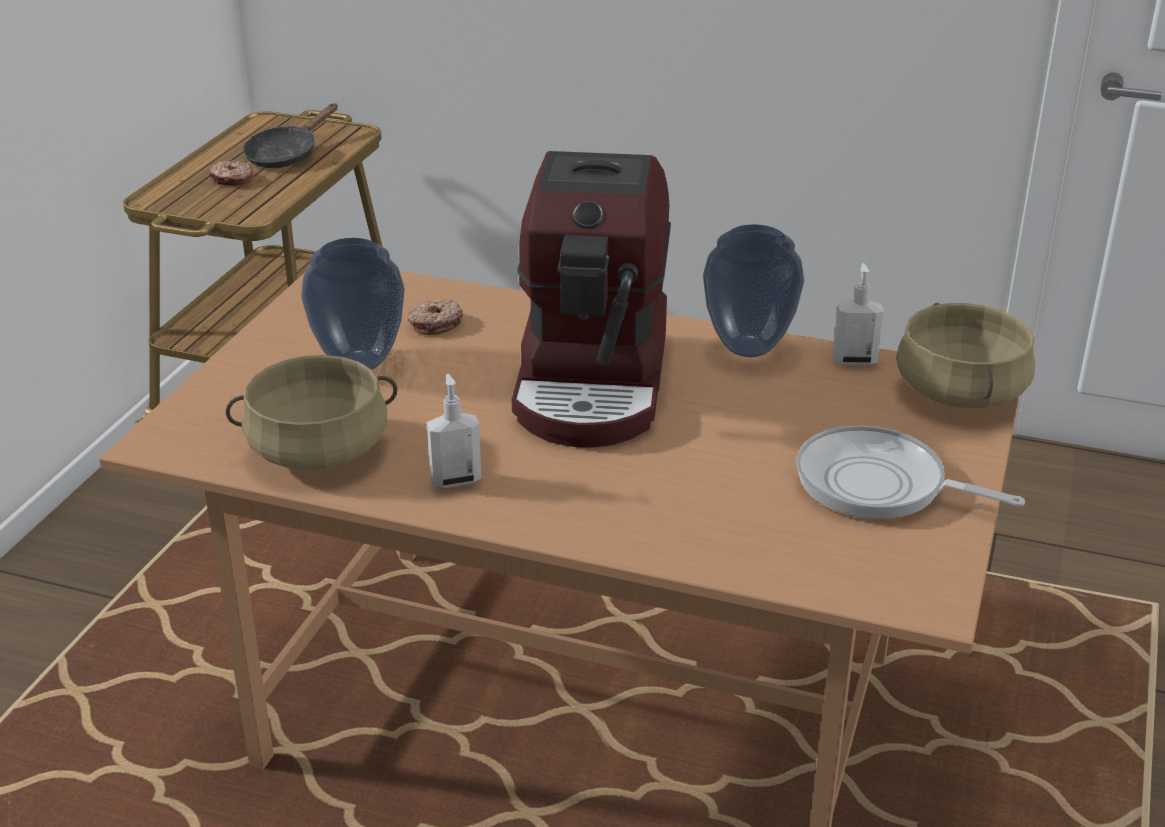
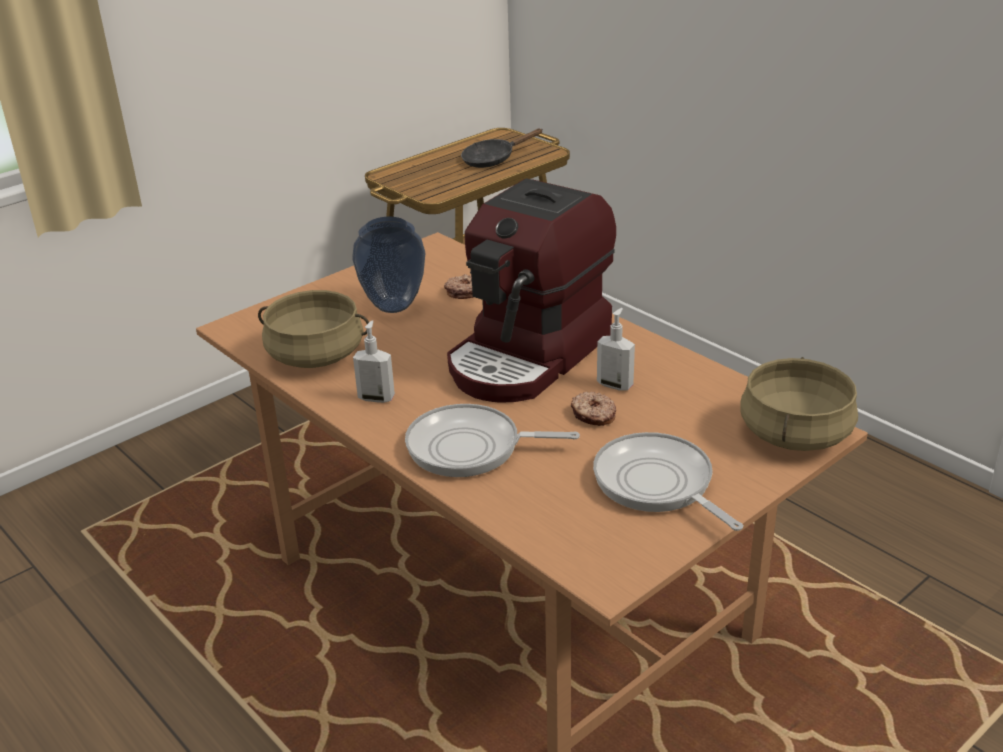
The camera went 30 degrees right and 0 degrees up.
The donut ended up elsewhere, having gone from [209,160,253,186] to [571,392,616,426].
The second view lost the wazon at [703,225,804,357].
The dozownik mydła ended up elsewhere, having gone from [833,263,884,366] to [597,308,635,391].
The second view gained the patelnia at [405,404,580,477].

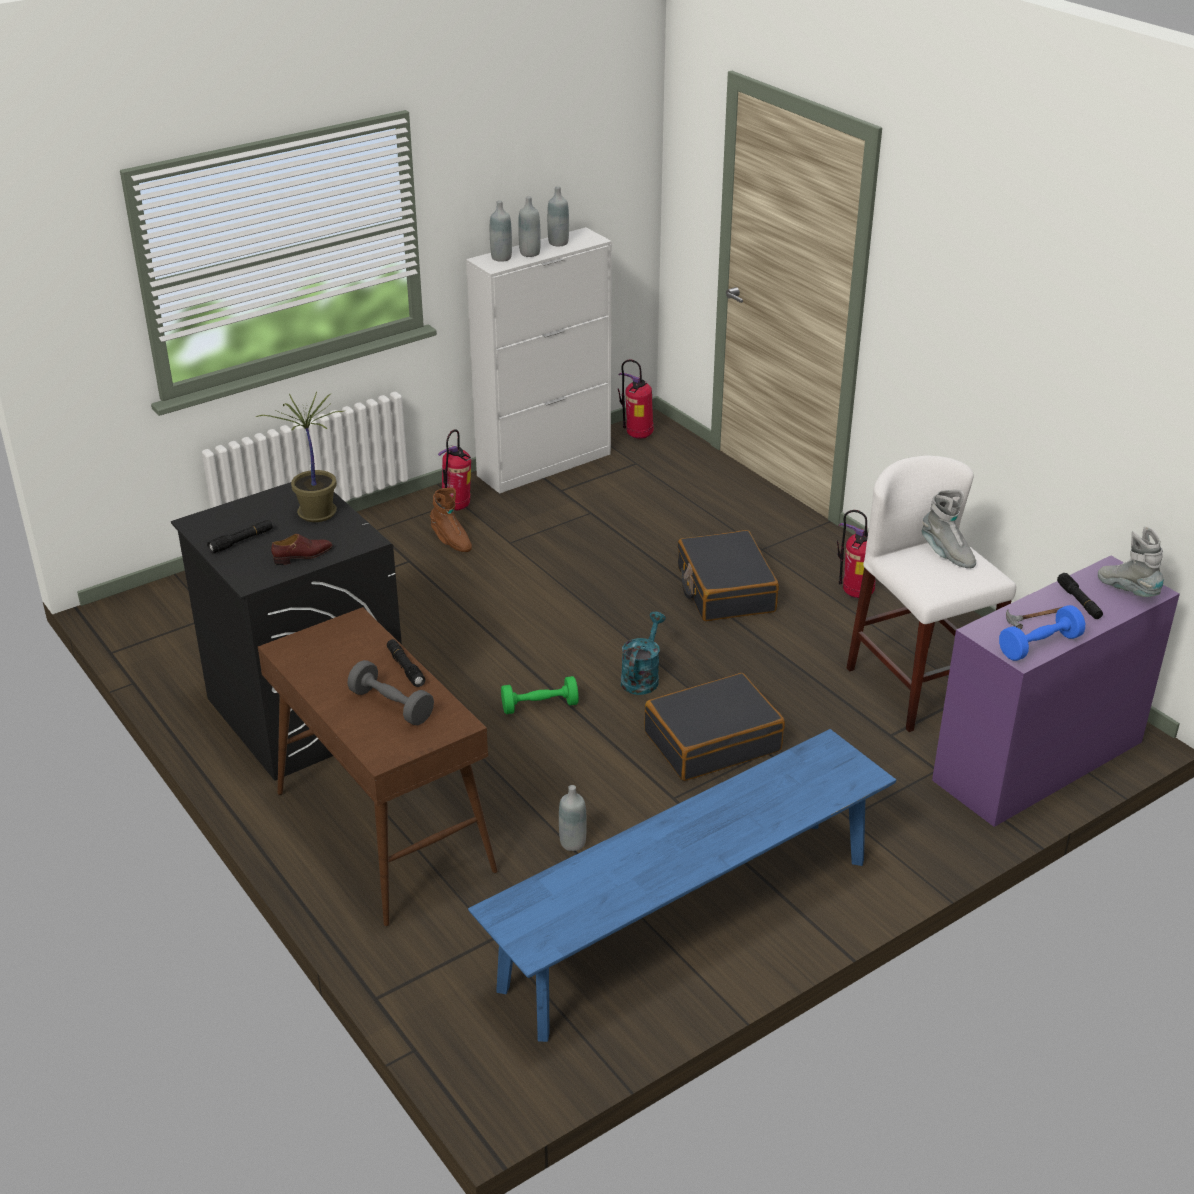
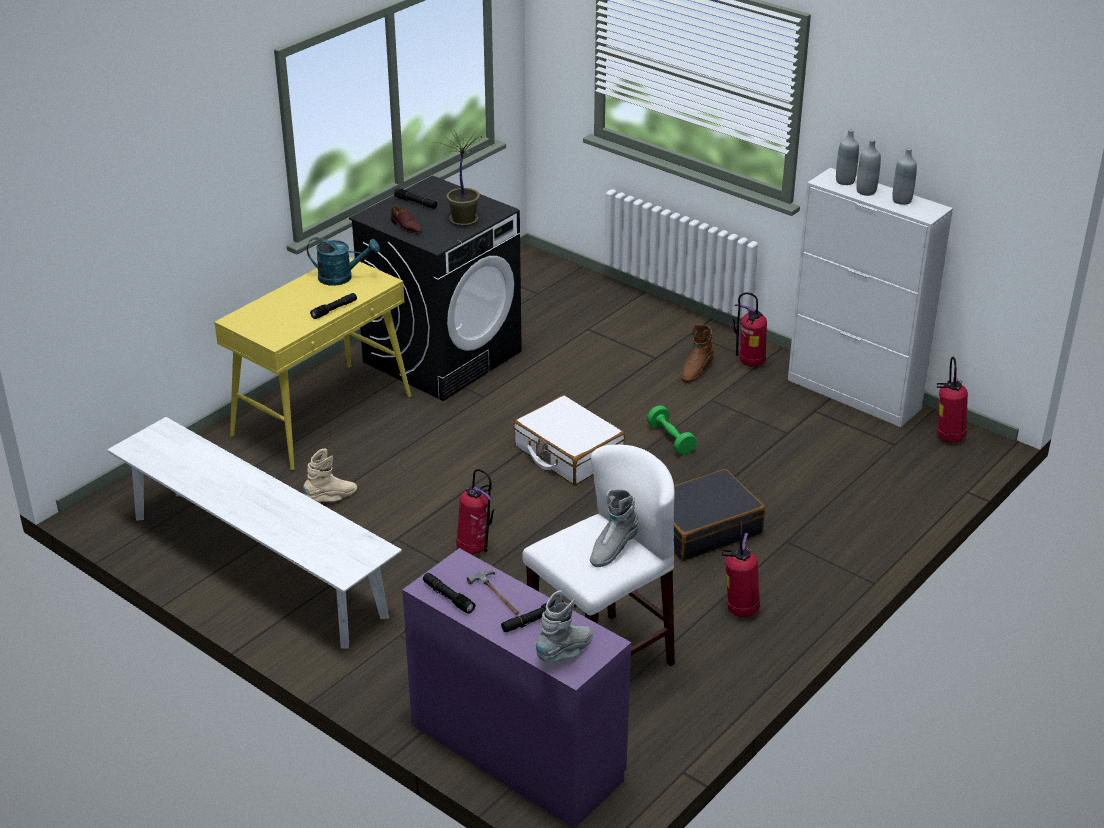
The camera went 75 degrees right and 0 degrees up.
Where the hantel [niebieski] stood at [999,605,1085,661], the latarka [czarny] came to stand at [423,573,475,614].
What was the stolik konsolowy [brązowy] at [258,607,498,926] turned into the stolik konsolowy [żółty] at [214,257,411,471].
The konewka [turkusowy] ended up elsewhere, having gone from [621,612,666,695] to [307,237,380,286].
The second view lost the hantel [szary] at [347,660,434,725].
Where the walizka [czarny] stood at [644,673,785,781], the gaśnica came to stand at [456,469,494,555].
The hantel [zielony] ended up elsewhere, having gone from [501,676,579,714] to [647,405,697,455].
What was the ławka [niebieski] at [468,729,896,1042] turned into the ławka [biały] at [107,417,402,648].
Where the butelka [szary] stood at [559,785,587,851], the but z cholewką [beżowy] came to stand at [303,449,357,502].
The second view gained the walizka [biały] at [514,395,625,485].

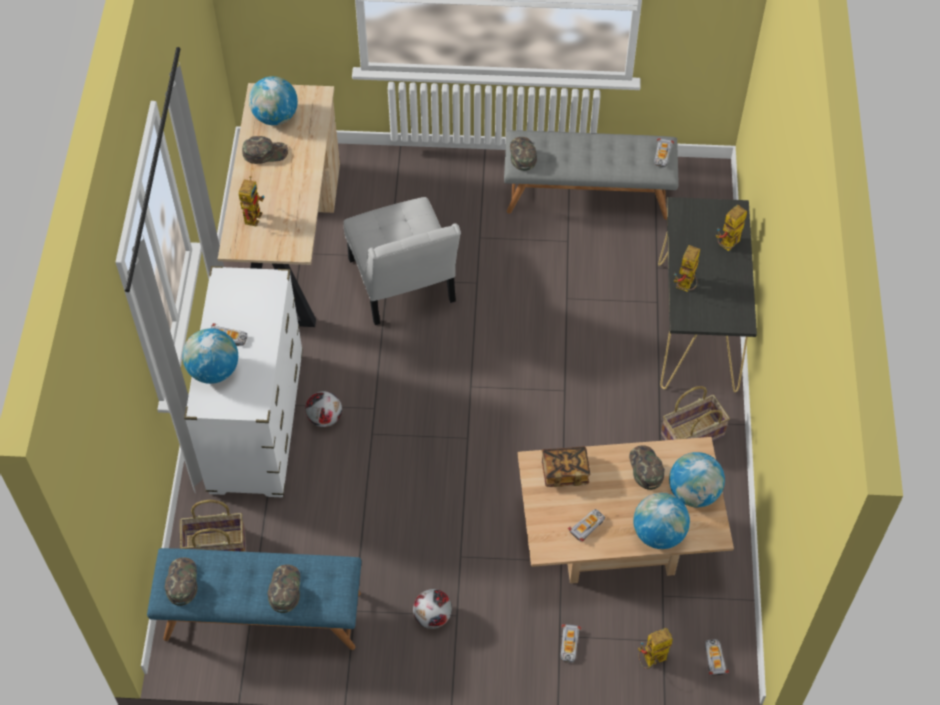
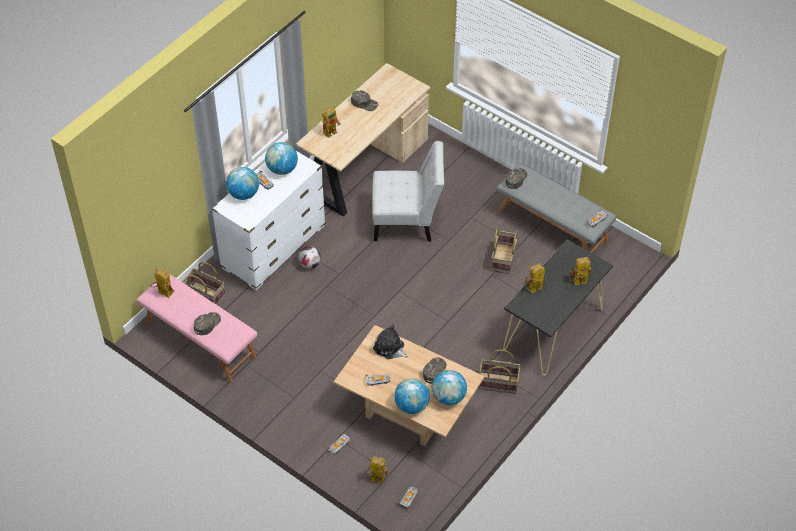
The camera went 35 degrees right and 5 degrees down.
The globus ended up elsewhere, having gone from [249,76,298,125] to [265,142,298,175].
The krzesło [biały] at [343,197,461,325] ended up facing another way, 105 degrees counterclockwise from before.
Where the książka stood at [542,446,590,487], the pluszak came to stand at [373,324,409,359].
What was the ławka [niebieski] at [147,548,362,650] turned into the ławka [różowy] at [137,274,257,383].
Where the czapka z daszkiem [zielony] stood at [165,557,197,606], the robot zabawkowy came to stand at [150,268,175,298].
The second view lost the piłka futbolowa at [413,589,452,629].
The second view gained the koszyk at [491,227,518,274].

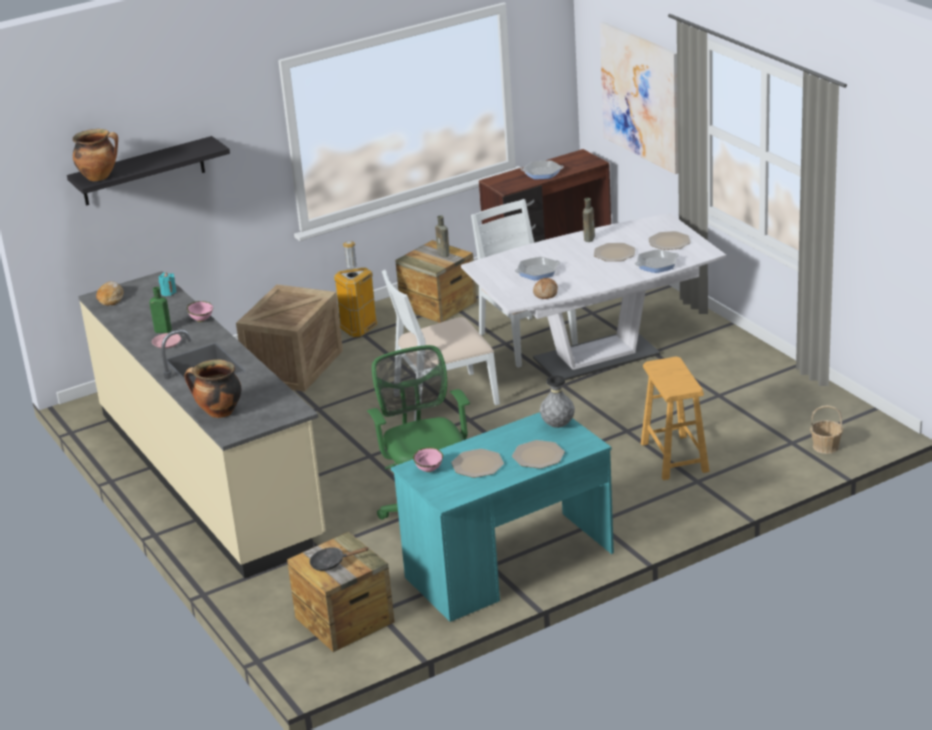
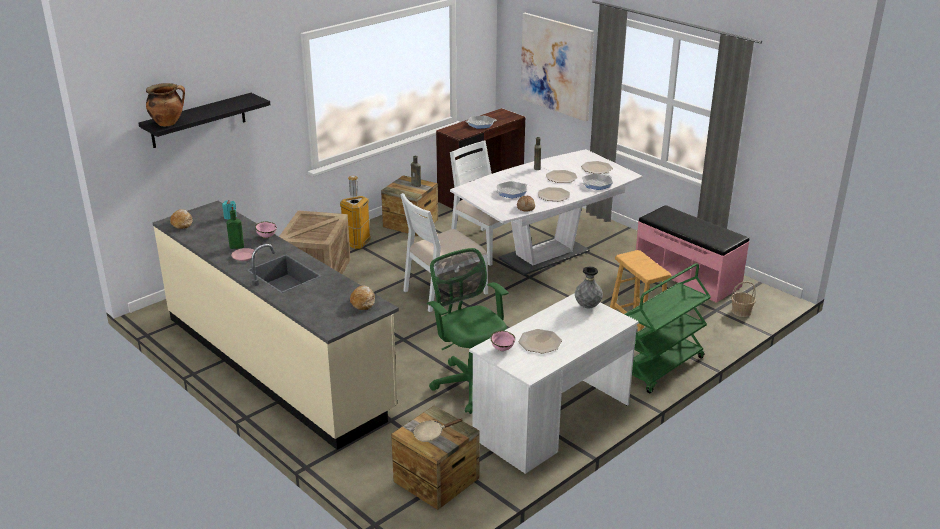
The camera went 15 degrees left and 0 degrees up.
The second view lost the garnek at [184,359,241,418].
What was the biurko [turkusowy] at [391,412,614,622] turned into the biurko [biały] at [469,293,639,474].
The talerz ended up elsewhere, having gone from [512,440,565,469] to [538,187,570,201].
What was the patelnia [czarny] at [310,547,368,571] turned into the patelnia [beżowy] at [413,418,463,442].
The second view gained the ławka [różowy] at [636,205,749,303].
The second view gained the wózek [zielony] at [625,263,711,393].
The second view gained the chleb at [350,285,375,310].

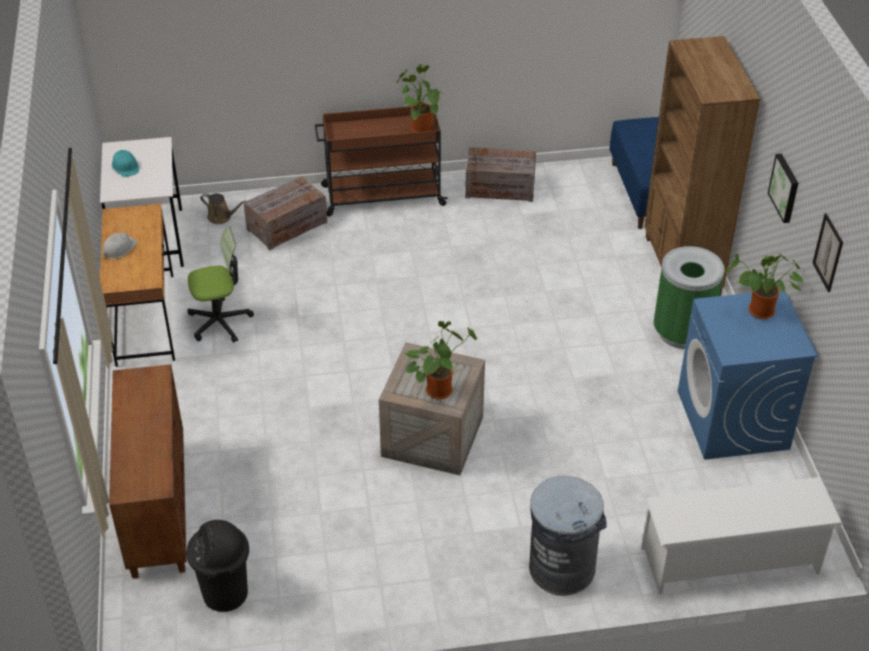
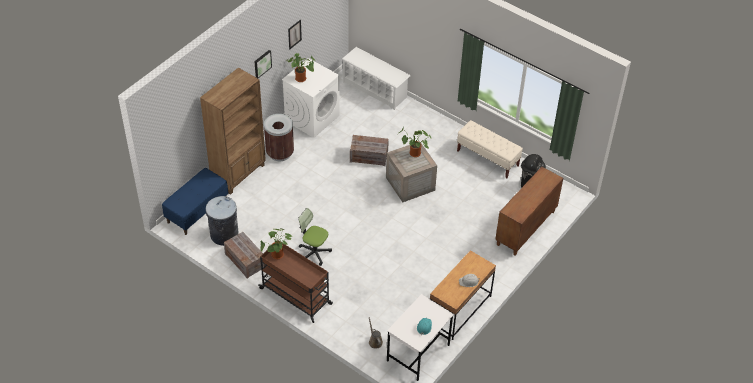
The camera went 135 degrees left and 5 degrees up.
The skrzynka ended up elsewhere, having gone from [244,176,328,250] to [350,135,389,166].
The krzesło biurowe ended up elsewhere, having gone from [188,227,254,343] to [298,208,332,266].
What was the kosz na śmieci [zielony] at [654,246,725,349] turned into the kosz na śmieci [brązowy] at [264,114,294,161].
What was the pralka [niebieski] at [678,290,818,460] turned into the pralka [biały] at [282,58,340,138].
The kosz na śmieci [szary] ended up elsewhere, having gone from [529,476,607,596] to [206,196,239,246].
The second view gained the ławka [beżowy] at [457,120,523,178].

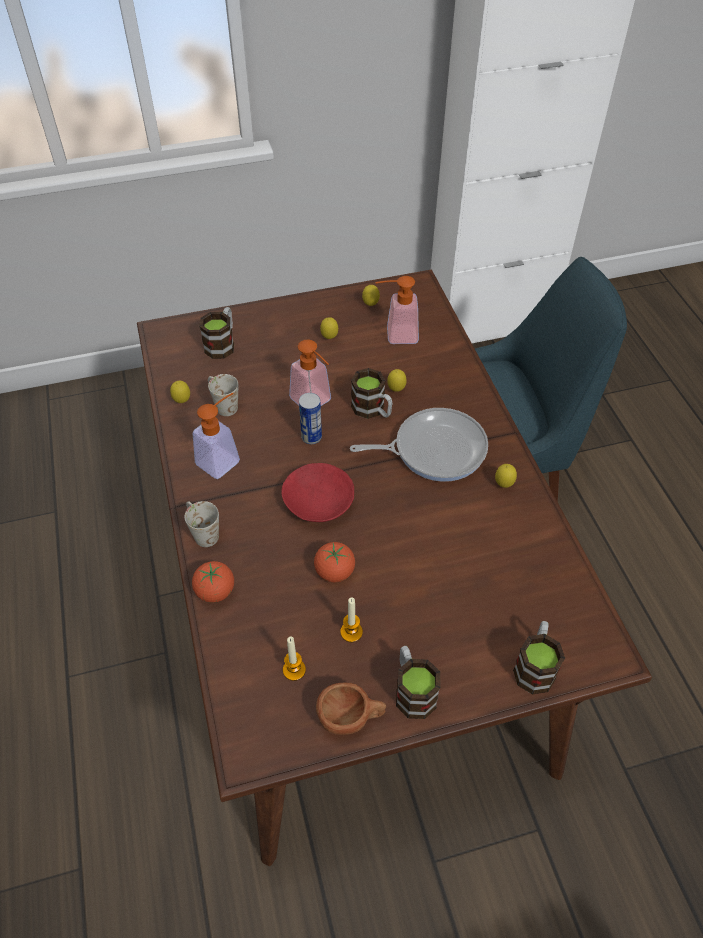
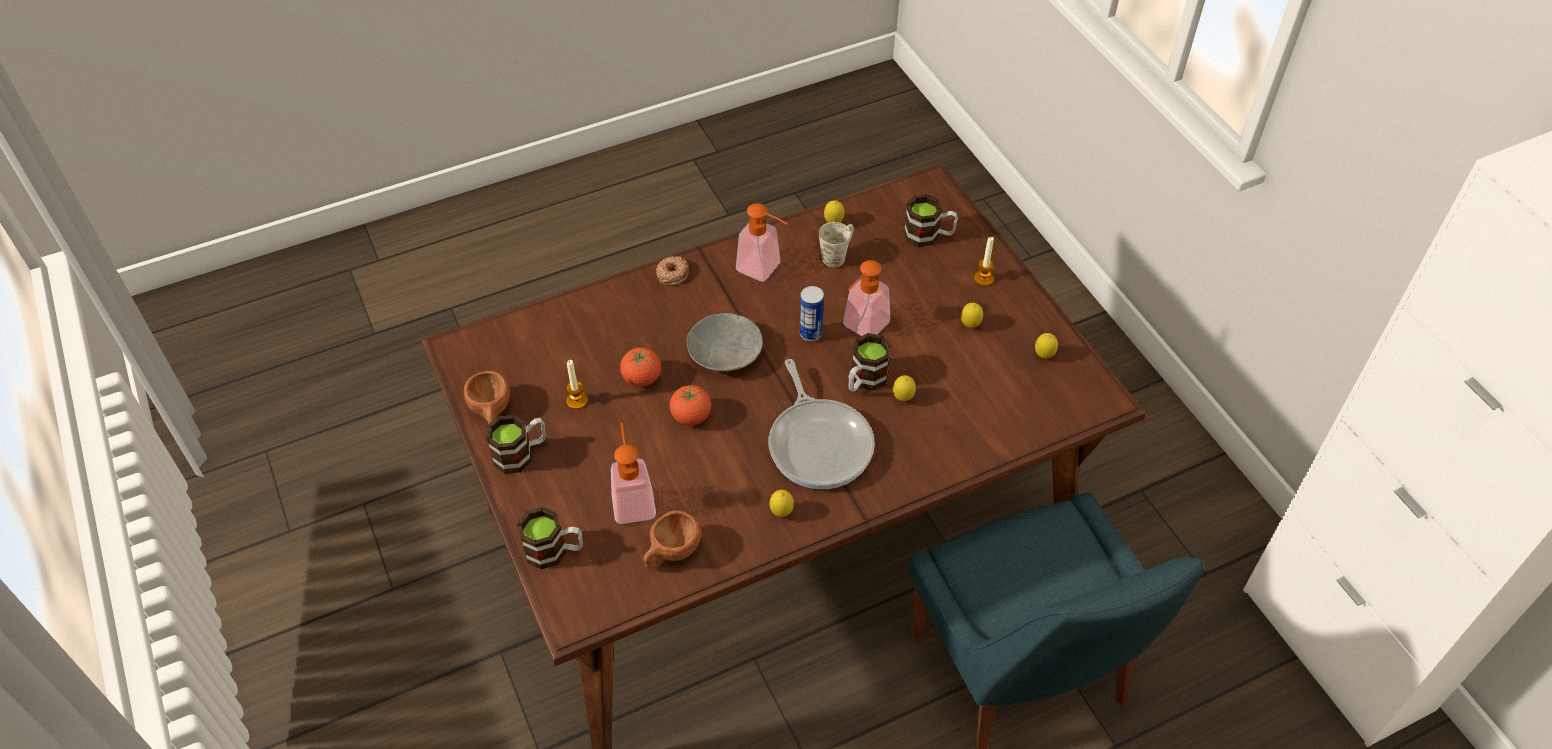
The camera went 80 degrees right and 0 degrees up.
The dozownik mydła ended up elsewhere, having gone from [375,276,419,344] to [611,423,656,524].
What was the miska [czerwony] at [281,463,354,522] turned into the miska [szary] at [687,313,763,373].
Where the kubek [biały] stood at [184,501,219,547], the donut came to stand at [656,256,689,285].
The pomidor ended up elsewhere, having gone from [192,561,234,603] to [670,385,711,426].
The świeca ended up elsewhere, having gone from [283,637,306,681] to [974,237,994,286].
The second view gained the filiżanka [brązowy] at [644,510,702,568].

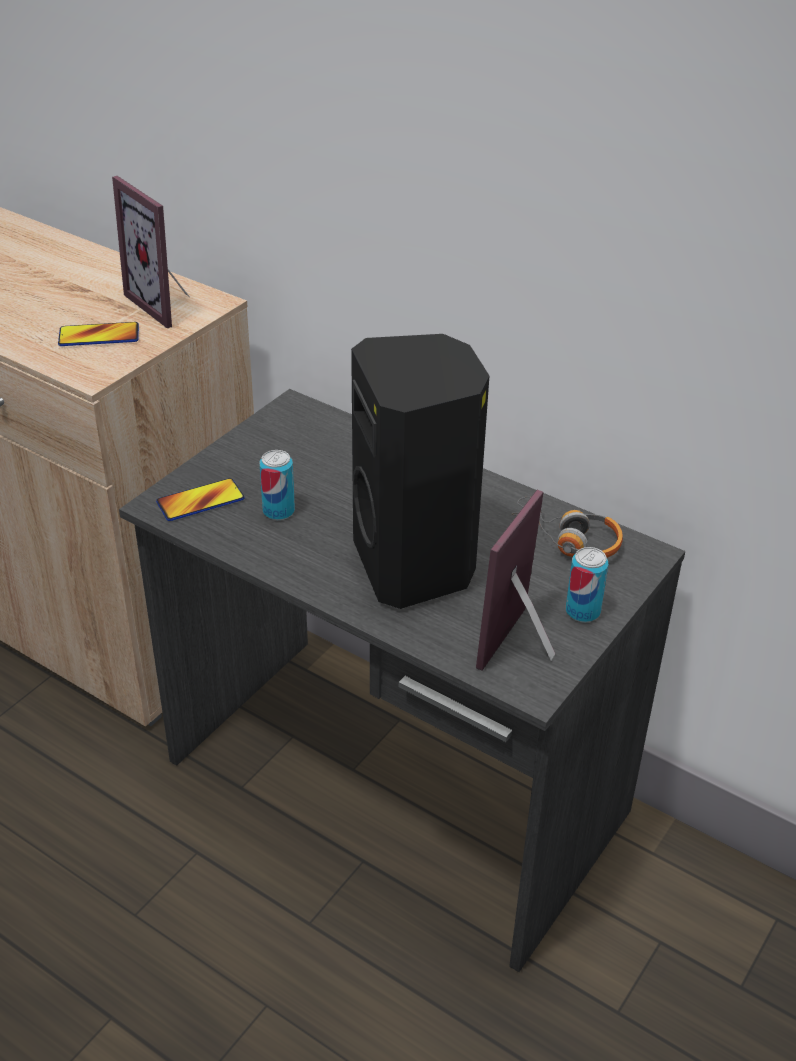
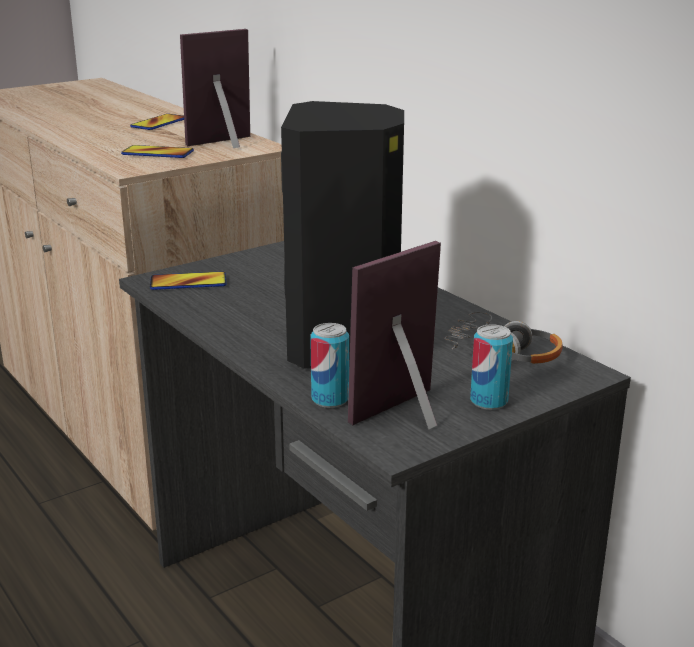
The camera went 20 degrees right and 15 degrees down.
The ramka na zdjęcie at [112,176,189,328] ended up facing another way, 75 degrees clockwise from before.
The puszka ended up elsewhere, having gone from [259,450,295,520] to [310,323,349,408].
The second view gained the telefon at [130,114,184,130].

